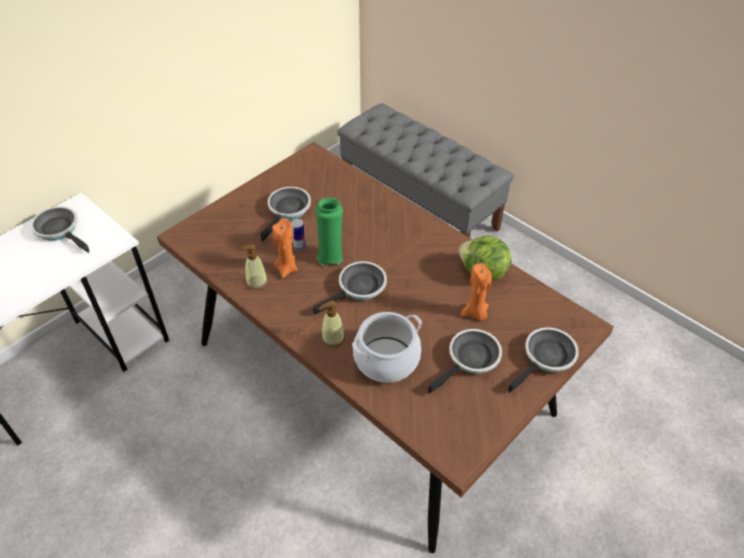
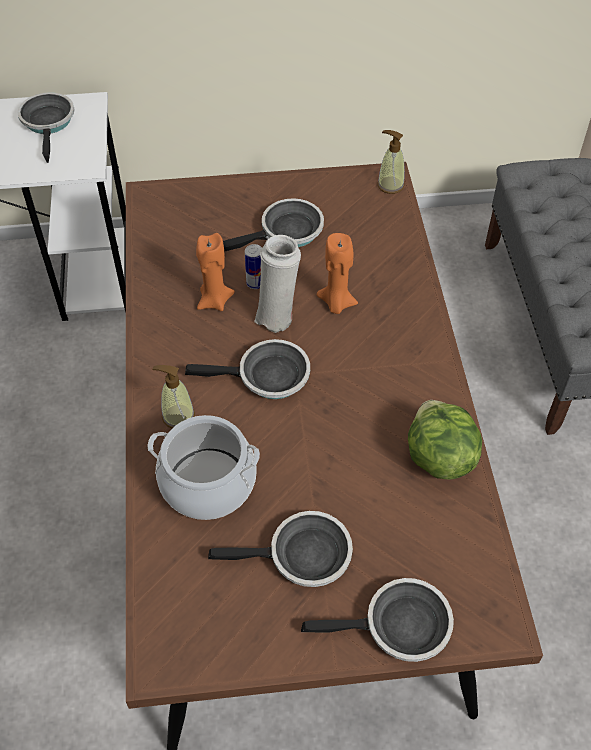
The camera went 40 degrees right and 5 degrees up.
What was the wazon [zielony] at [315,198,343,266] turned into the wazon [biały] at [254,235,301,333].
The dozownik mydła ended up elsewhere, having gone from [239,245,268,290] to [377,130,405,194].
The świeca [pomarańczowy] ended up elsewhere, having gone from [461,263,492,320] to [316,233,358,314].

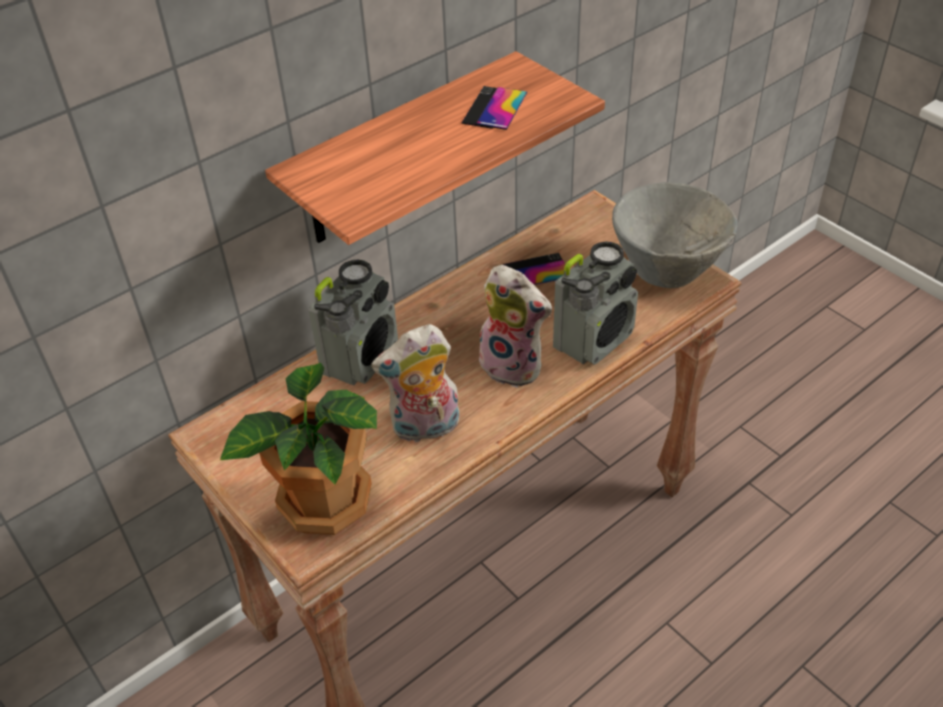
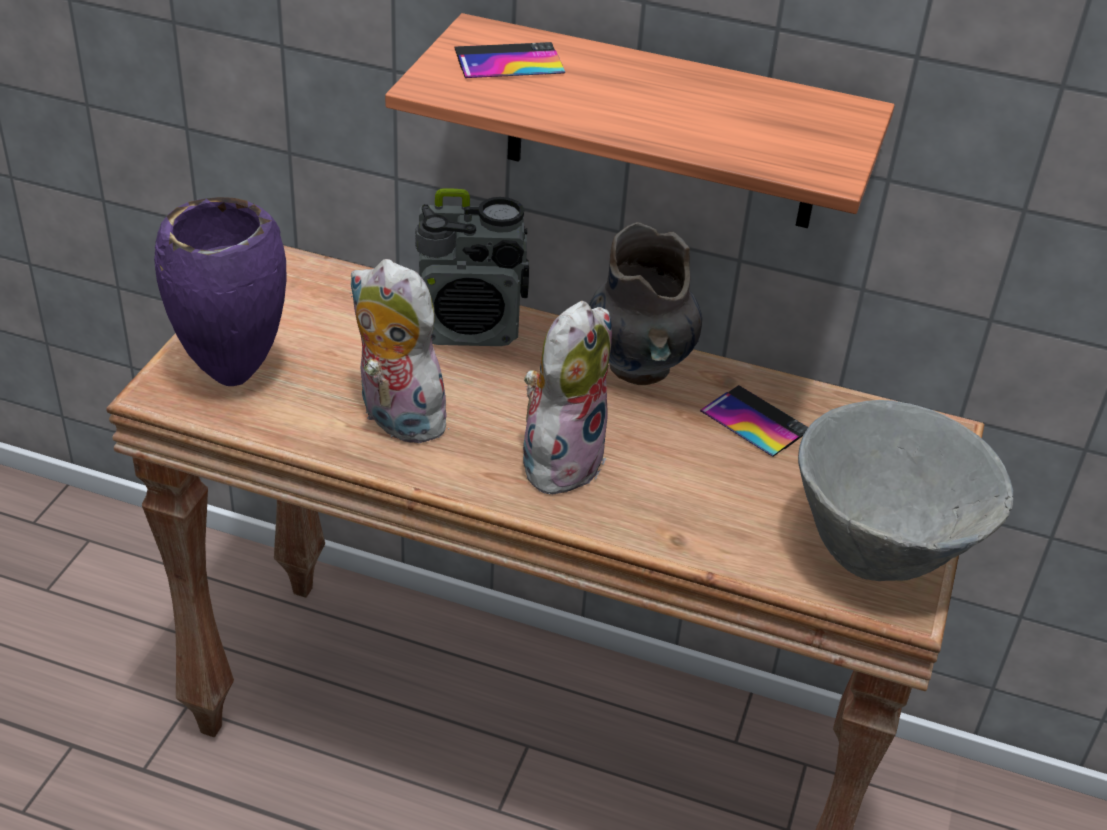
The camera went 55 degrees right and 5 degrees down.
The telefon ended up elsewhere, having gone from [462,86,527,130] to [454,42,565,78].
The second view lost the radio at [553,241,638,365].
The pluszak at [471,265,552,388] ended up facing another way, 150 degrees counterclockwise from before.
Where the roślina doniczkowa stood at [220,363,377,535], the wazon [fioletowy] came to stand at [154,197,287,386].
The second view gained the wazon [szary] at [589,222,702,385].

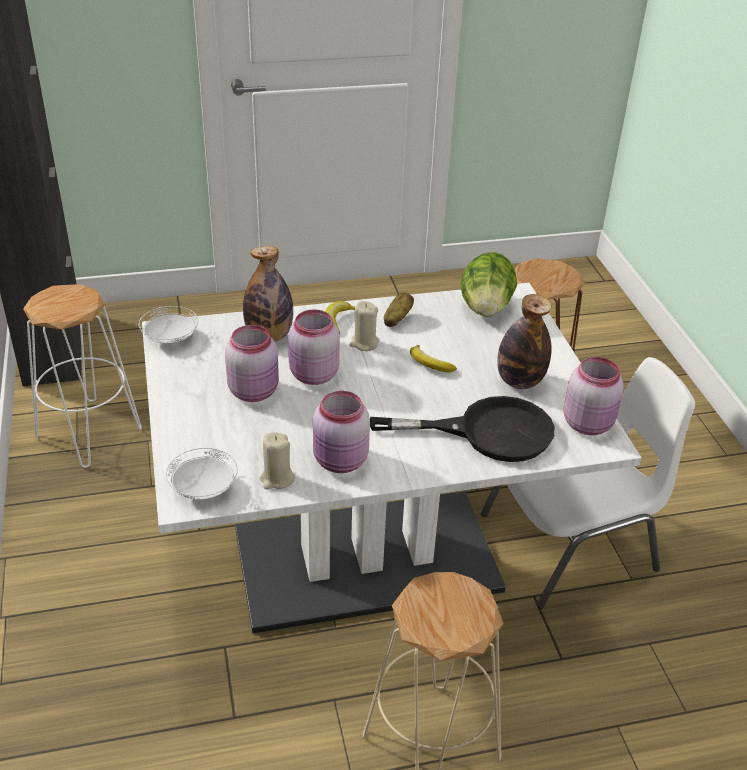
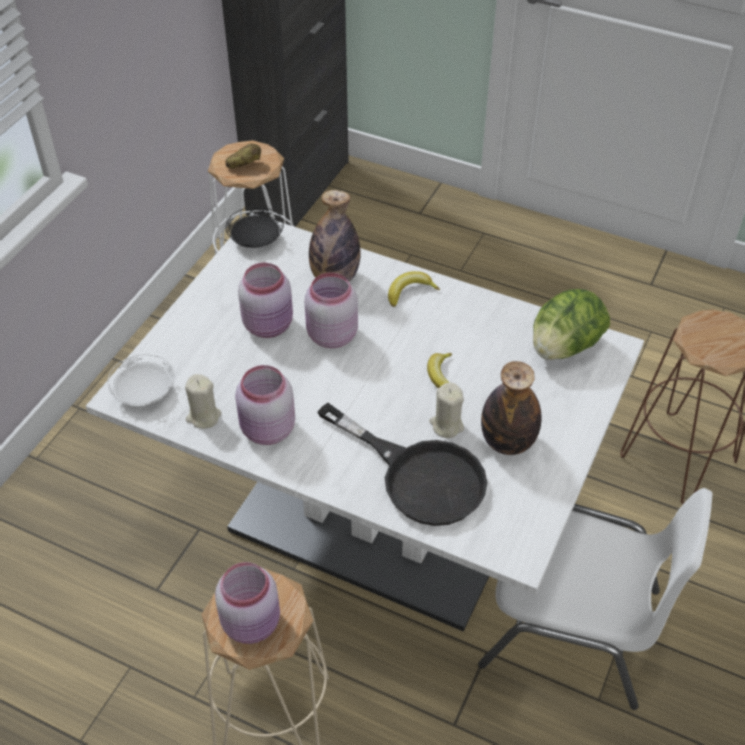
The camera went 40 degrees right and 10 degrees up.
The ziemniak ended up elsewhere, having gone from [384,293,414,327] to [225,144,261,169].
The świeca [beżowy] ended up elsewhere, having gone from [349,301,379,351] to [429,383,464,438].
What was the talerz [biały] at [139,306,198,343] turned into the talerz [czarny] at [225,207,284,248].
The słoik [różowy] ended up elsewhere, having gone from [564,357,624,435] to [215,562,280,644].

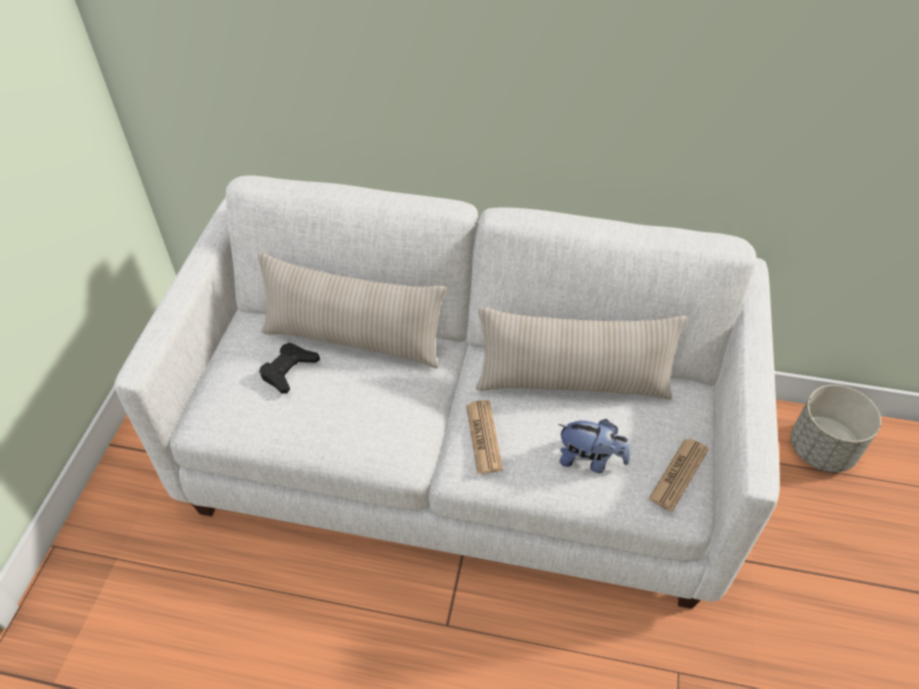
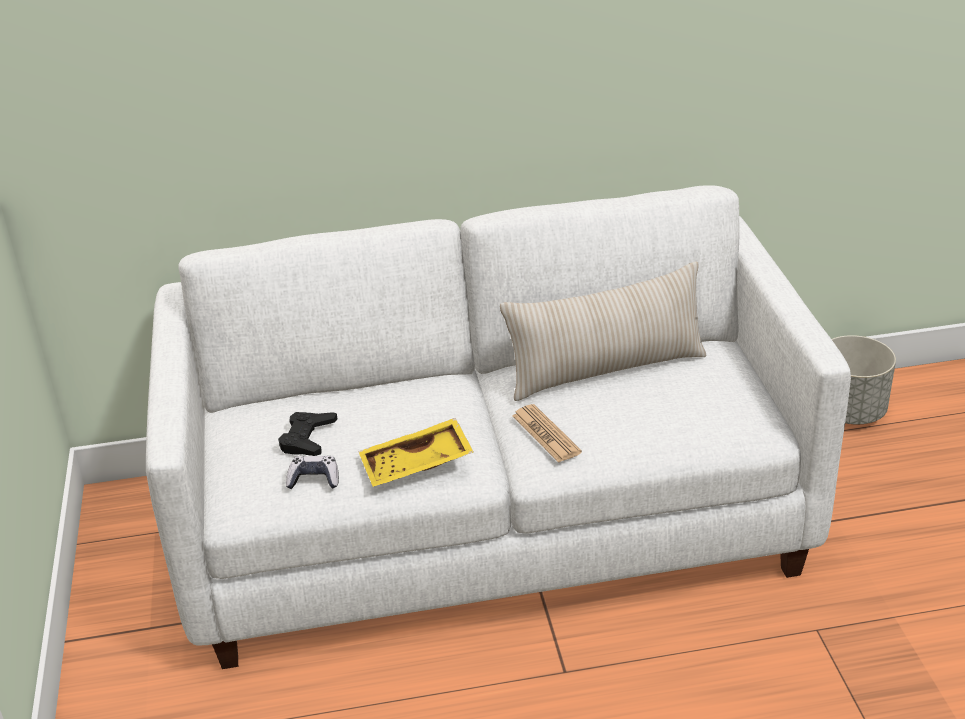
The camera went 20 degrees left and 15 degrees down.
The second view lost the poduszka [beżowy] at [258,253,446,368].
The second view lost the pluszak at [558,419,630,473].
The second view lost the gazeta at [648,439,709,512].
The second view gained the taca [żółty] at [358,418,473,487].
The second view gained the pad do gier at [286,456,339,489].

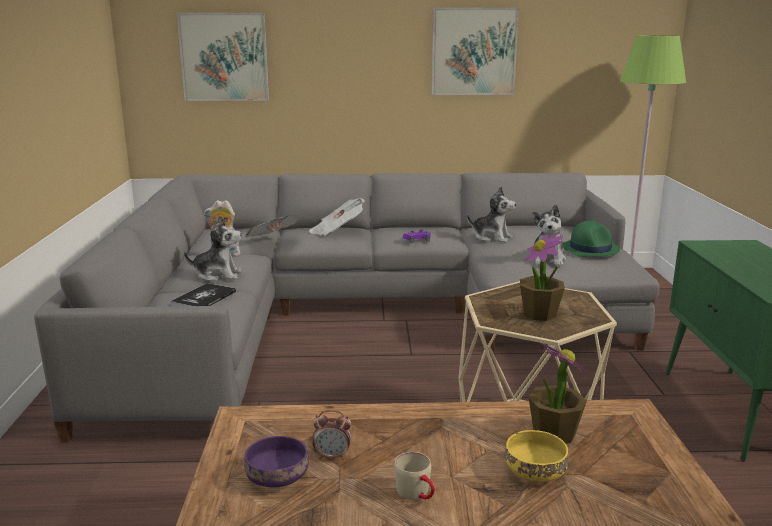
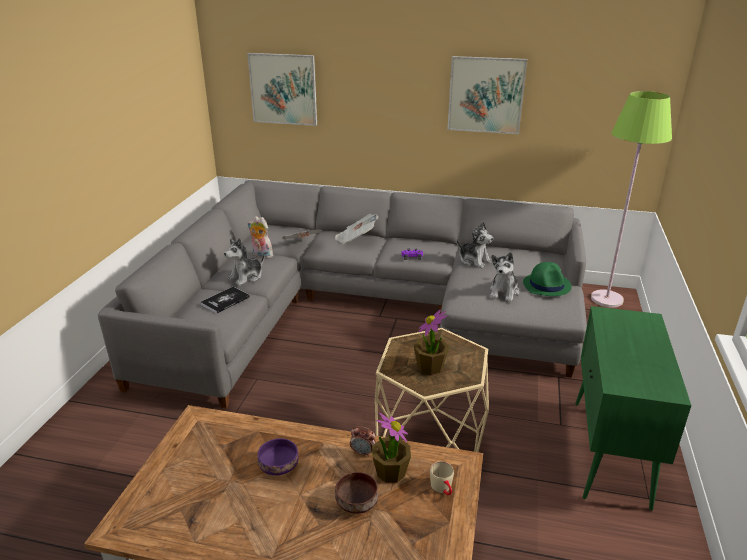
The camera went 15 degrees right and 10 degrees up.
The pluszak at [184,215,242,282] ended up facing another way, 120 degrees clockwise from before.
The budzik ended up elsewhere, having gone from [313,410,351,460] to [350,426,376,457].
What was the miska [żółty] at [505,430,569,482] turned into the miska [brązowy] at [335,472,378,514].
The miska [fioletowy] ended up elsewhere, having gone from [244,436,308,487] to [257,438,299,475].
The kubek [beżowy] ended up elsewhere, having gone from [394,452,435,500] to [430,461,454,495].

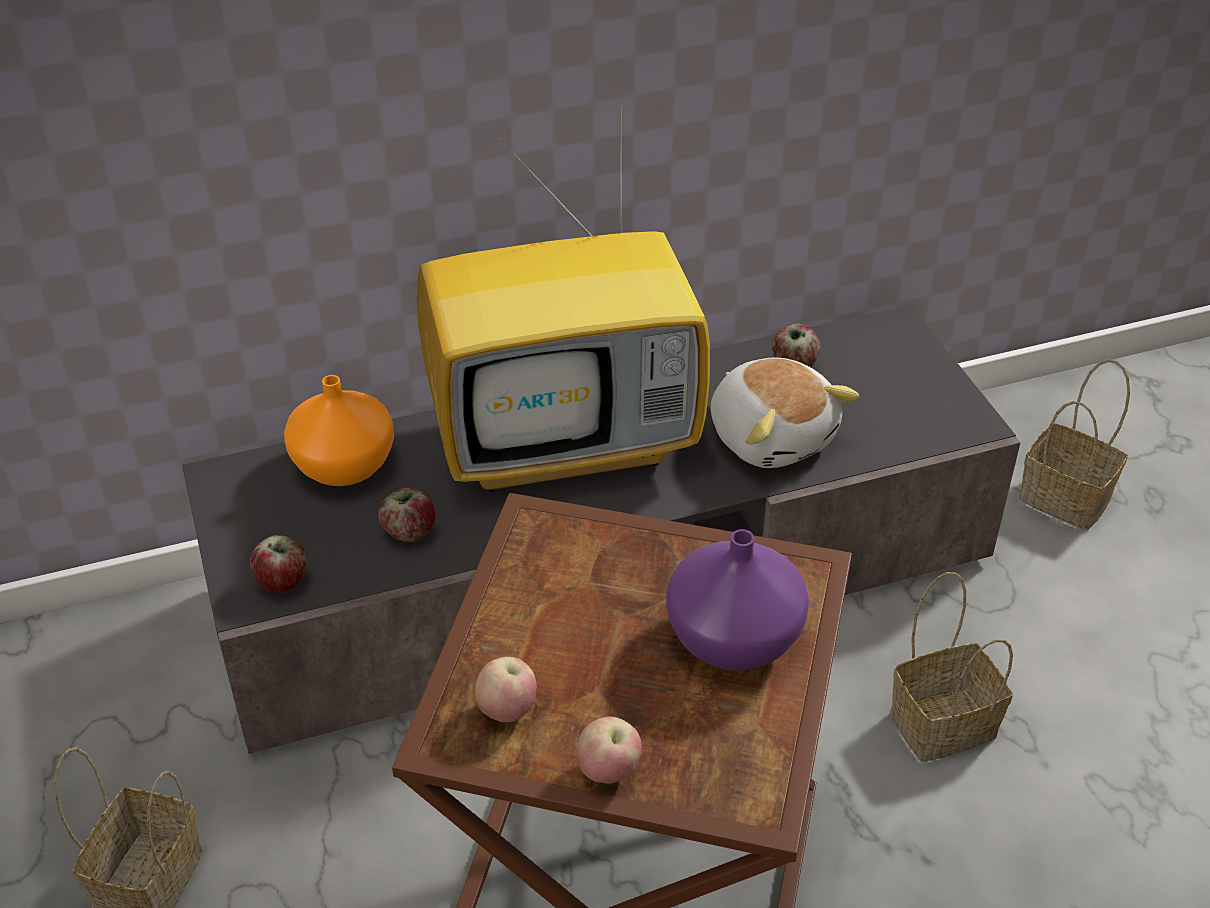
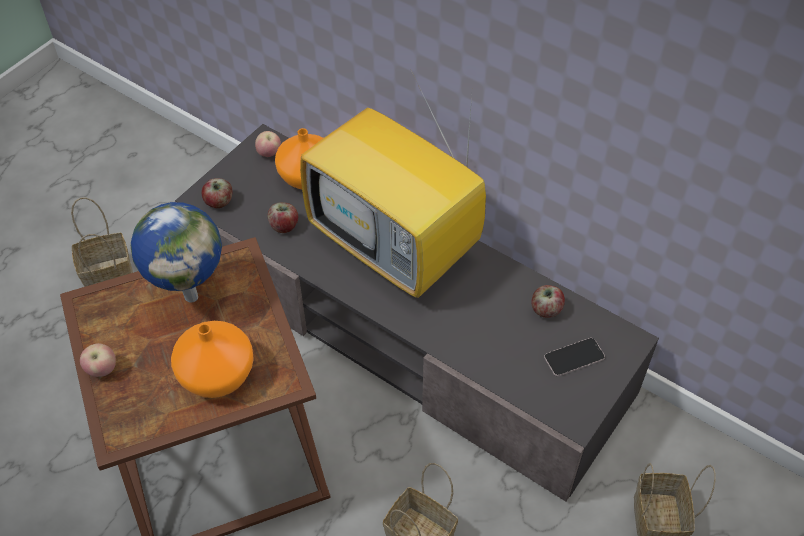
The camera went 55 degrees right and 10 degrees up.
The second view lost the pluszak at [711,358,859,468].
What was the wazon [fioletowy] at [666,529,809,671] turned into the wazon [pomarańczowy] at [171,321,254,398].
The jabłko ended up elsewhere, having gone from [475,657,537,722] to [255,131,281,157].
The second view gained the globus at [131,202,222,302].
The second view gained the telefon at [544,338,605,376].

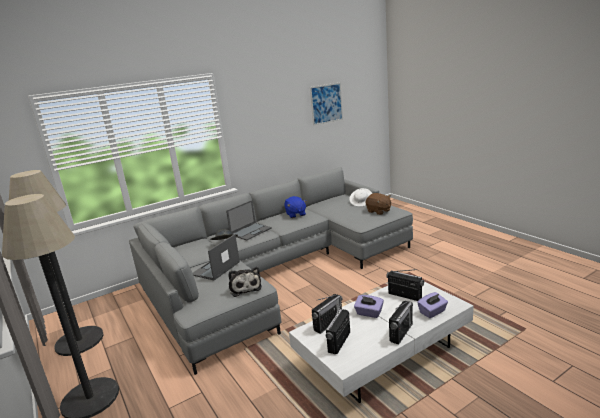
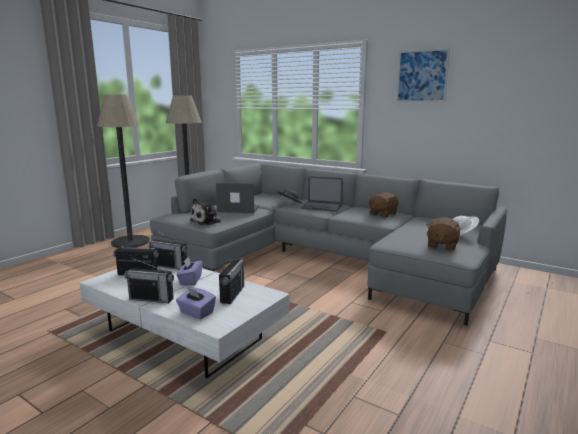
The camera went 65 degrees right and 5 degrees down.
The obraz ended up elsewhere, having gone from [310,82,343,126] to [396,48,450,102].
What was the pluszak [niebieski] at [284,196,306,218] turned into the pluszak [brązowy] at [368,192,399,218].

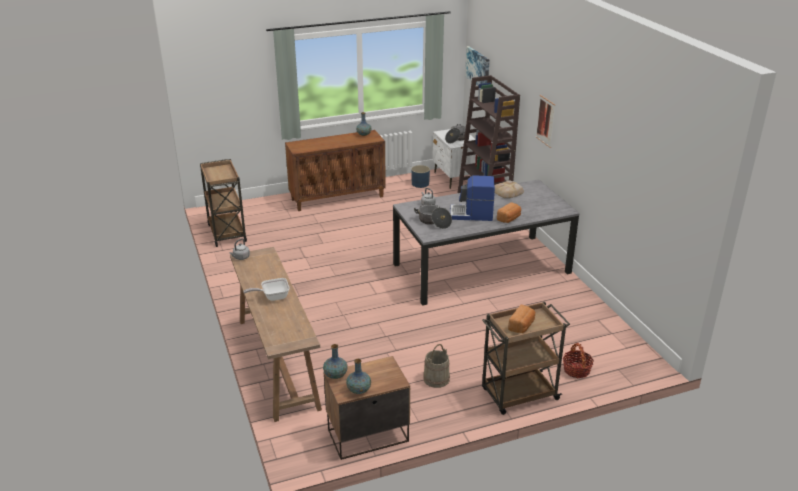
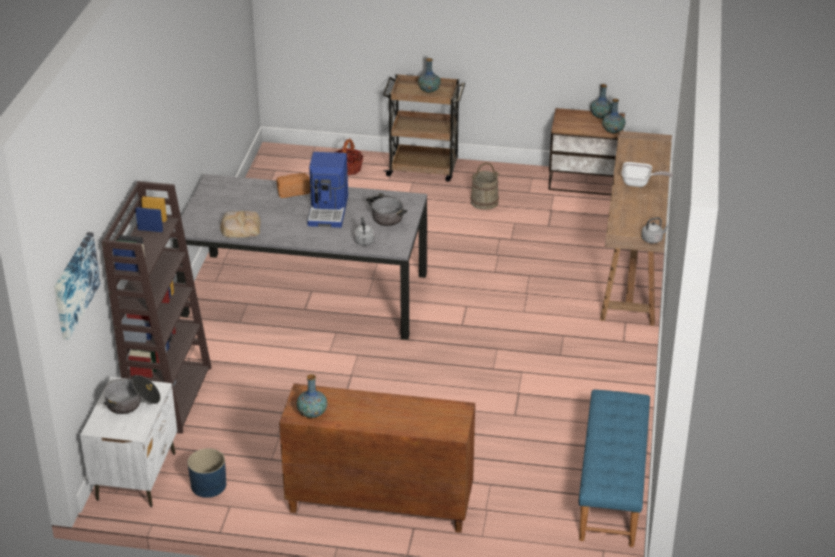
The camera went 150 degrees left and 5 degrees up.
The second view lost the obraz at [536,95,555,148].
Where the wózek [brązowy] stood at [200,159,247,247], the ławka [niebieski] came to stand at [578,389,650,547].
The ekspres do kawy at [450,175,495,221] ended up facing another way, 60 degrees clockwise from before.
Where the chleb stood at [508,304,535,333], the wazon came to stand at [418,58,441,93].

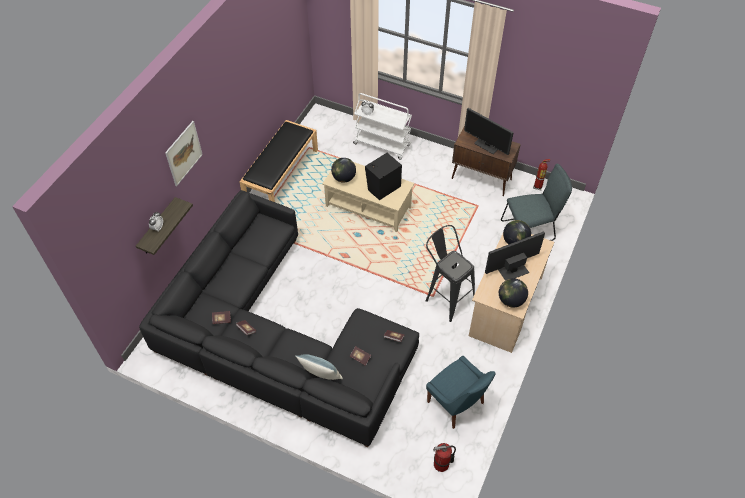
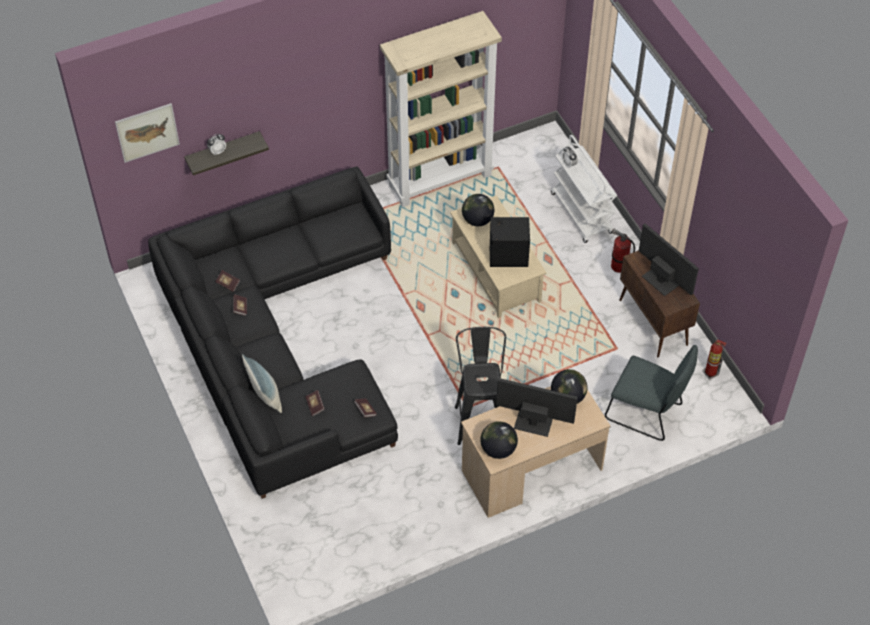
The camera went 40 degrees right and 0 degrees up.
The monitor at [464,108,514,155] ended up facing another way, 150 degrees clockwise from before.
Where the ławka [czarny] stood at [239,120,318,202], the regał [beżowy] came to stand at [380,11,502,207].
The obraz ended up elsewhere, having gone from [165,121,203,186] to [115,103,180,163].
The second view lost the krzesło [niebieski] at [426,356,496,429].
The gaśnica ended up elsewhere, having gone from [433,443,456,472] to [611,229,635,273].

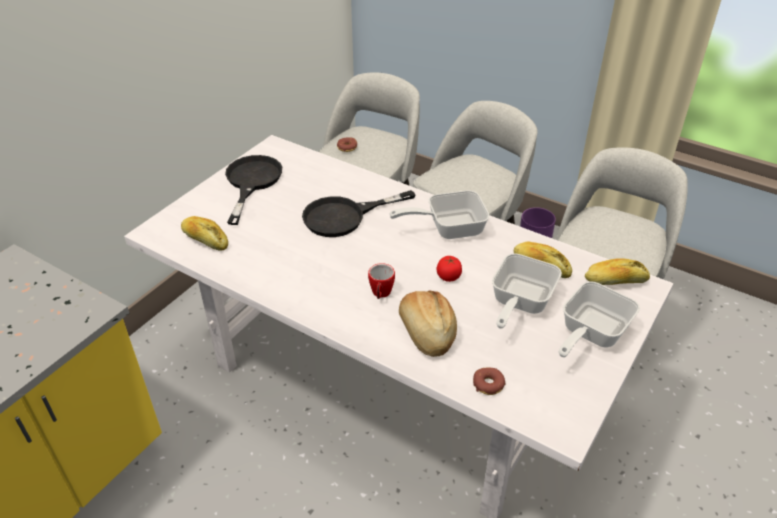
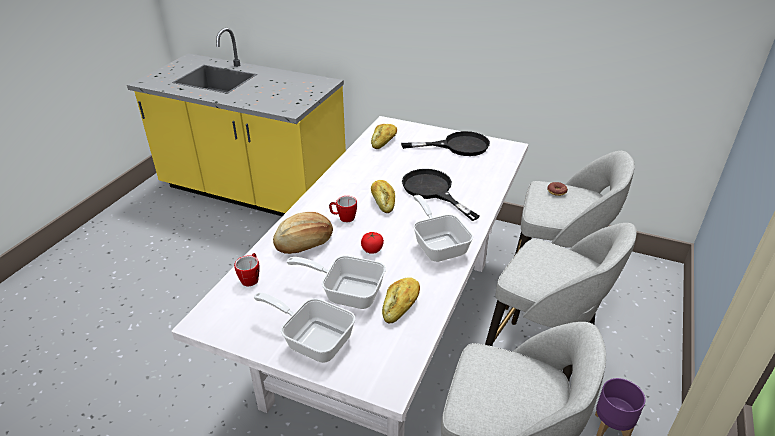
The camera went 80 degrees right and 5 degrees down.
The chleb ended up elsewhere, having gone from [585,259,650,285] to [371,180,395,213].
Where the donut stood at [473,367,506,395], the kubek came to stand at [234,253,260,286].

